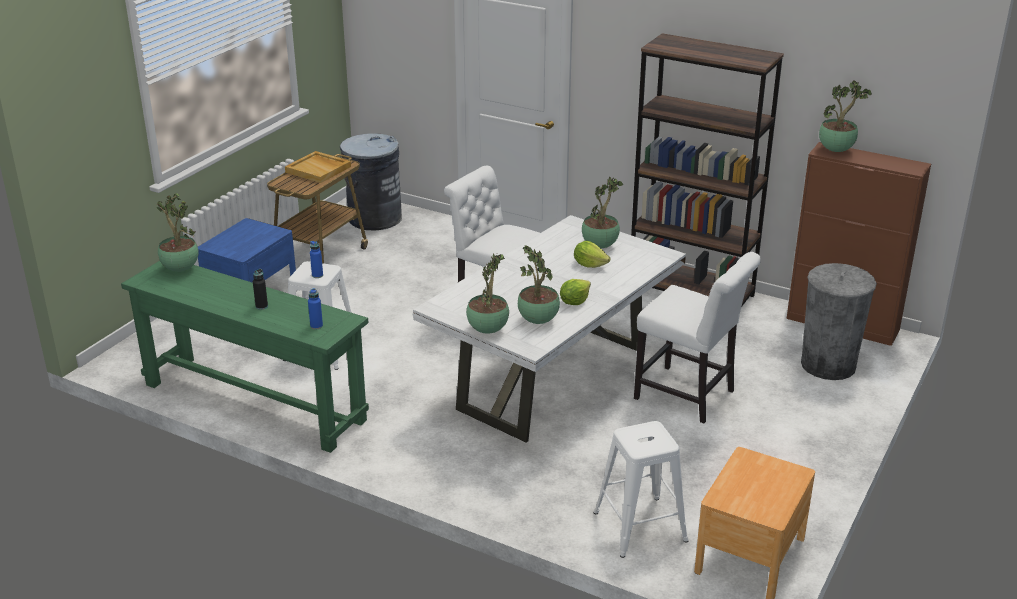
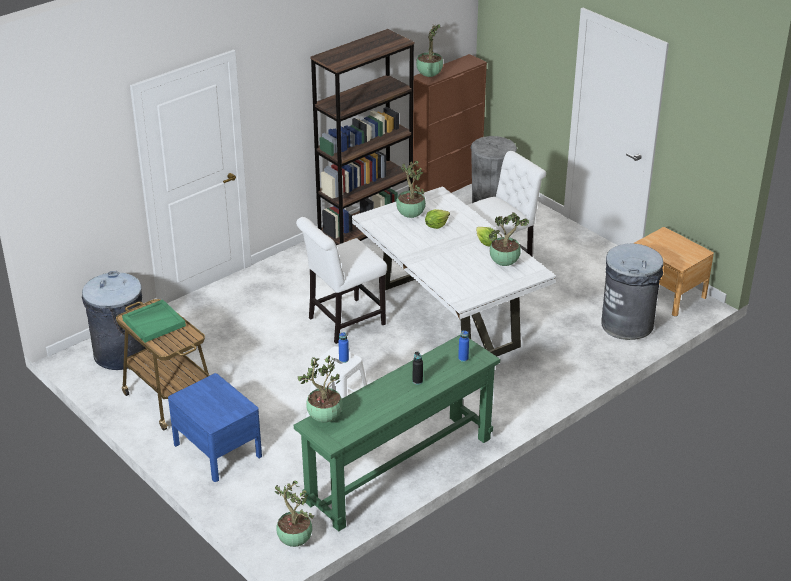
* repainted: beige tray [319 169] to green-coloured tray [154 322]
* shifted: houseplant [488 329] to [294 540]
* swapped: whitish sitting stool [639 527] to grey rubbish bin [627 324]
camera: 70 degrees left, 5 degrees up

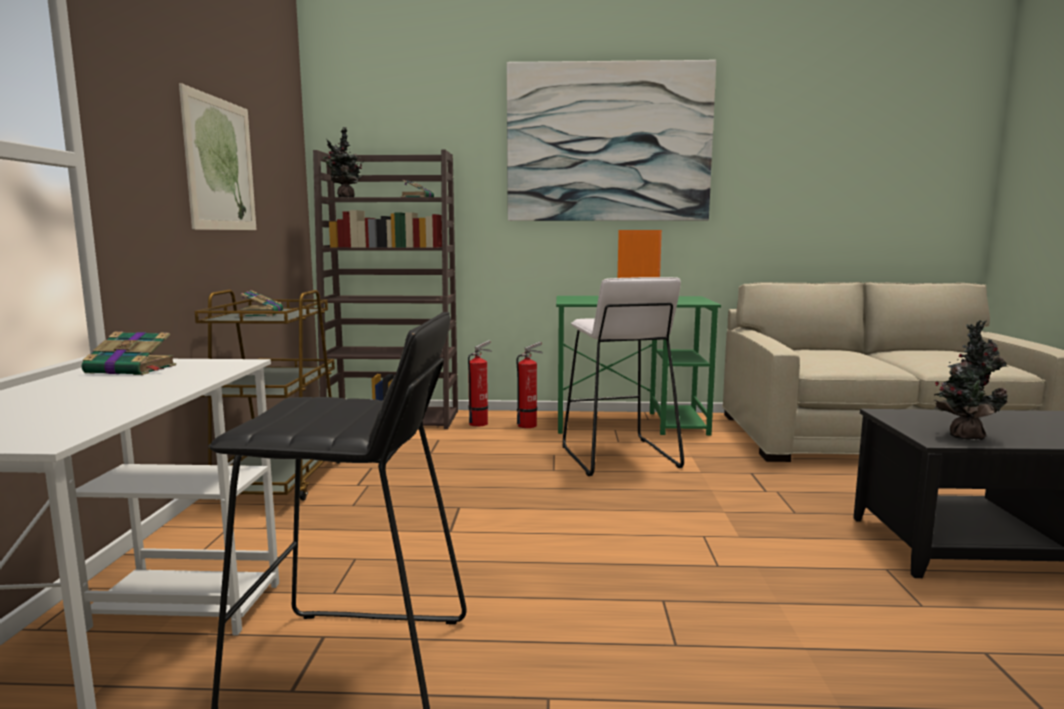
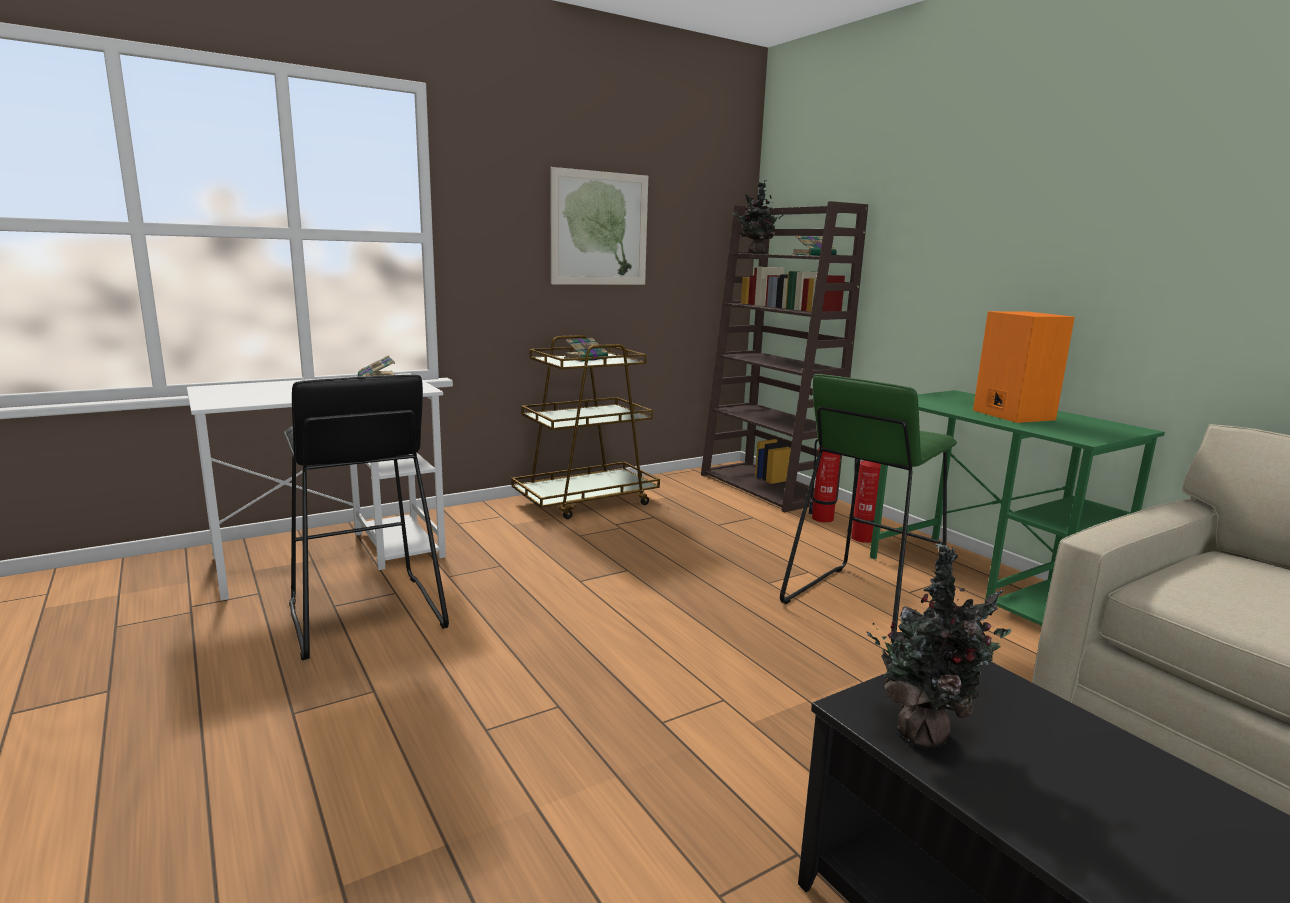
* repainted: whitish sitting stool [618 457] to green-coloured sitting stool [862 603]
* gone: wall art [608 143]
camera: 55 degrees right, 5 degrees up

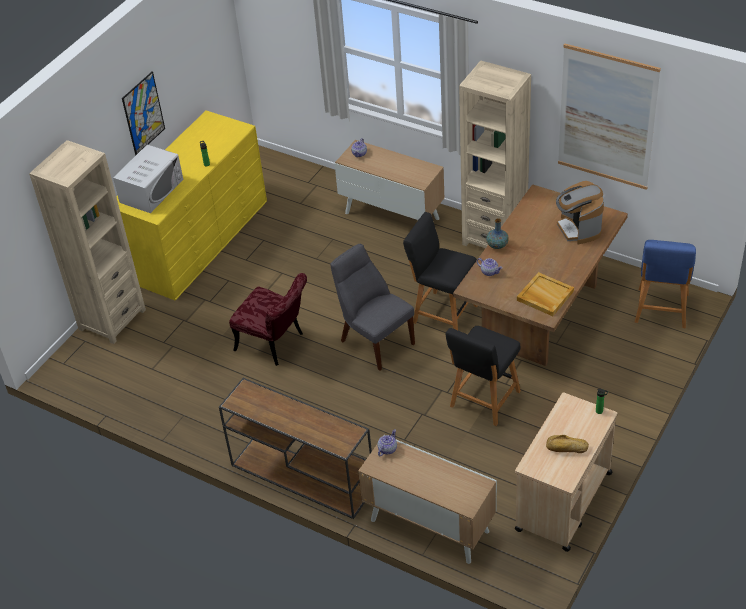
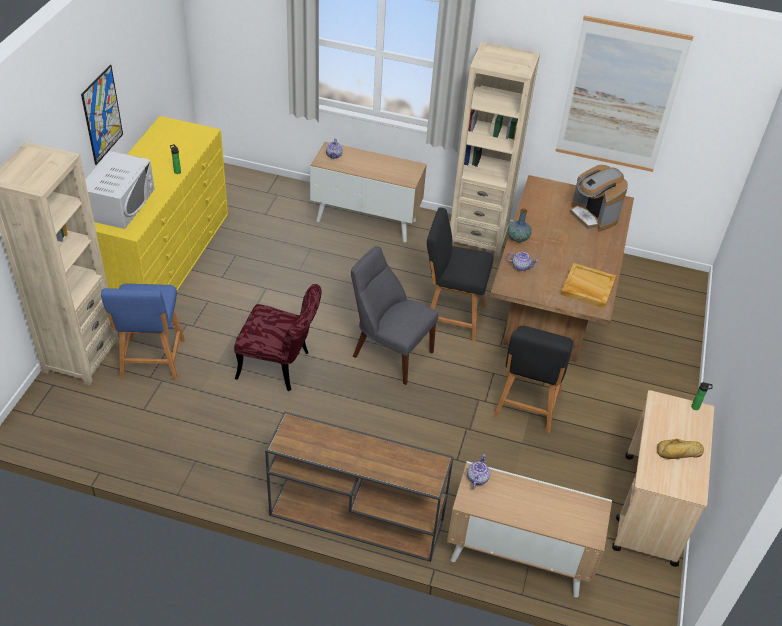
* shifted: blue sitting stool [661 310] to [152 361]
camera: 20 degrees left, 0 degrees up

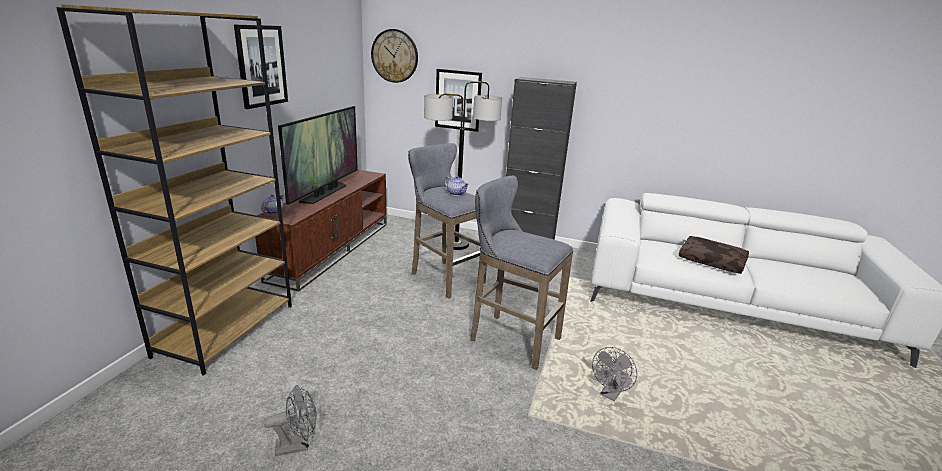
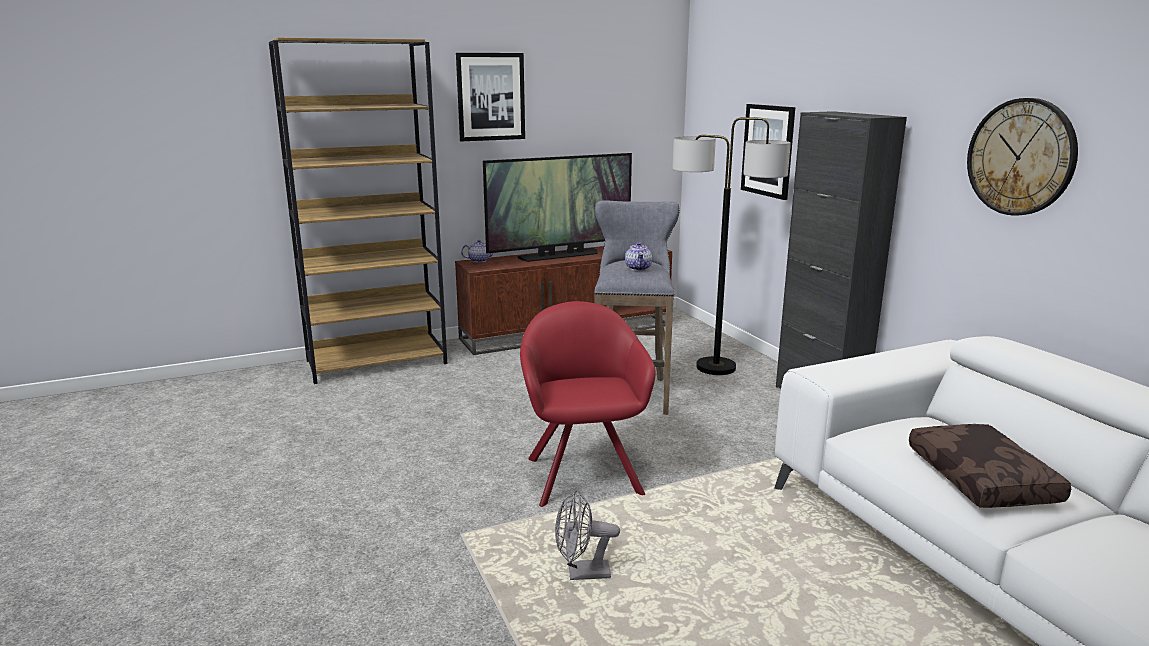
* swapped: grey sitting stool [510 338] to red-coloured lounge chair [583 472]
* shifted: hanging clock [394 56] to [1021 157]
* gone: grey fan [298 445]
camera: 50 degrees right, 5 degrees down

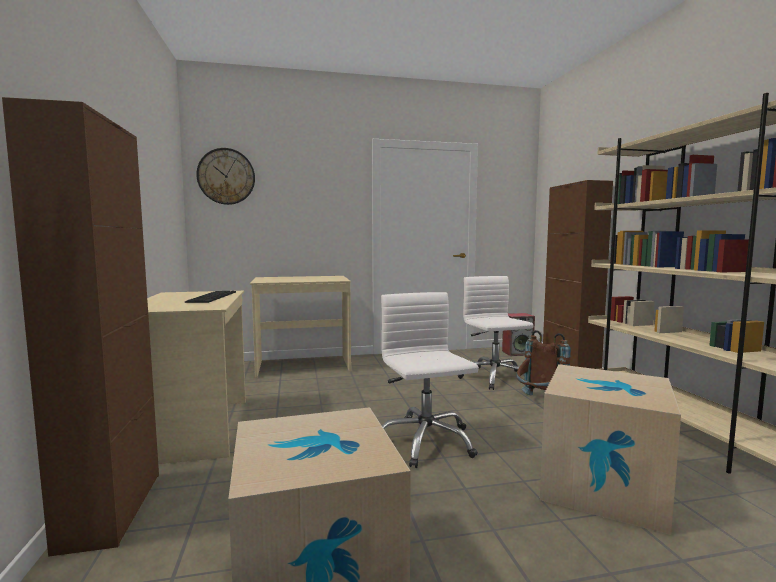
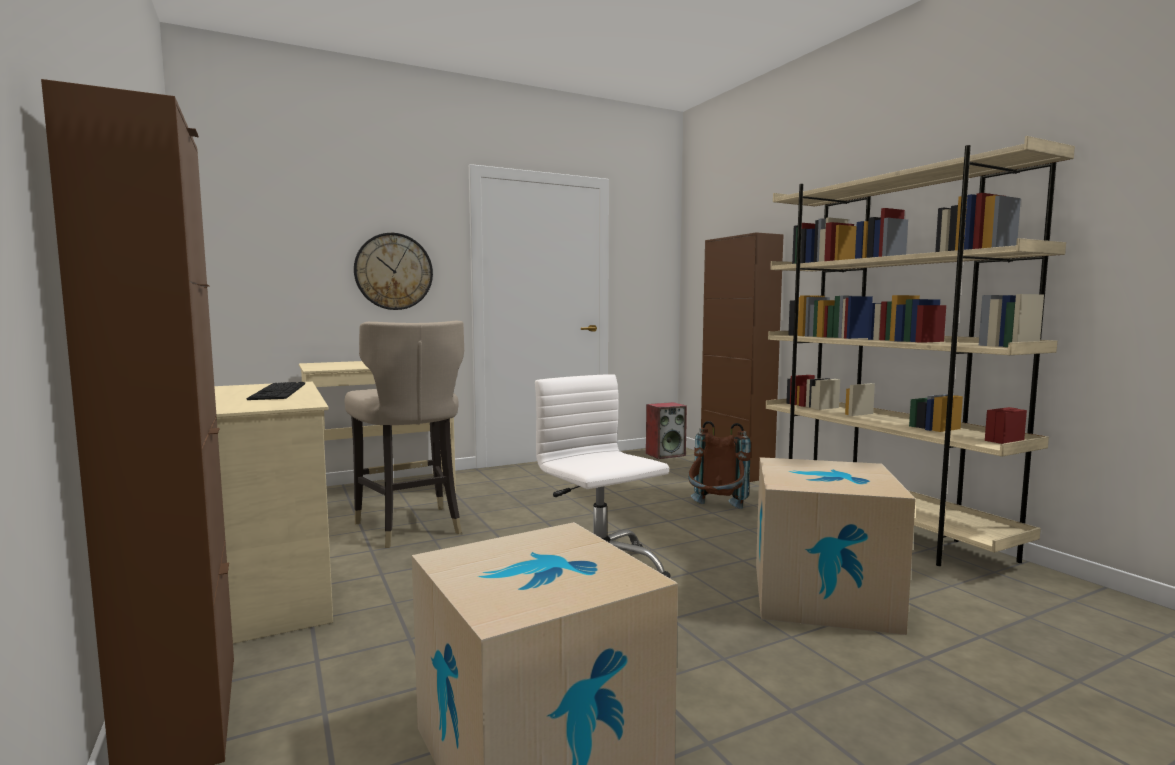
* new: beige sitting stool [410 526]
* shifted: hanging clock [226 176] to [393 271]
* gone: whitish desk chair [494 378]
camera: 15 degrees left, 0 degrees up

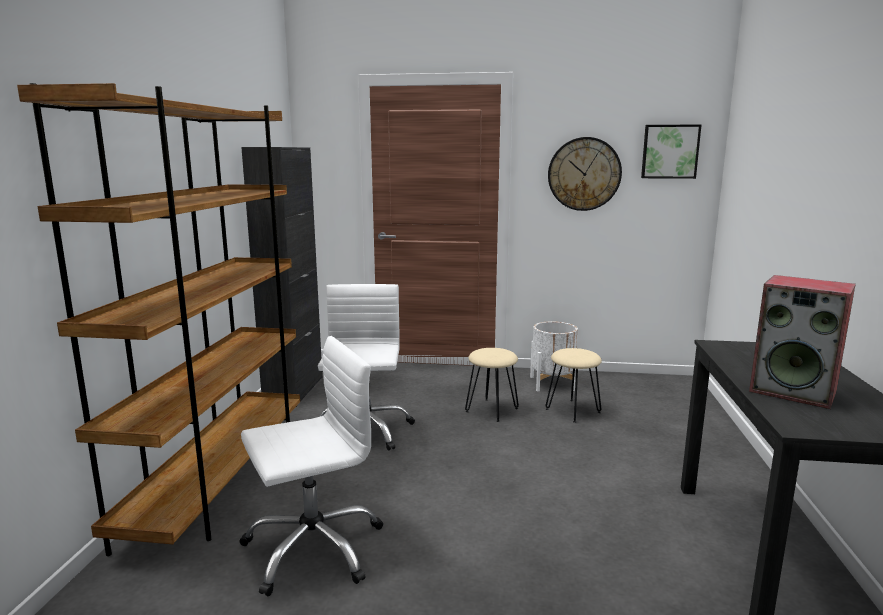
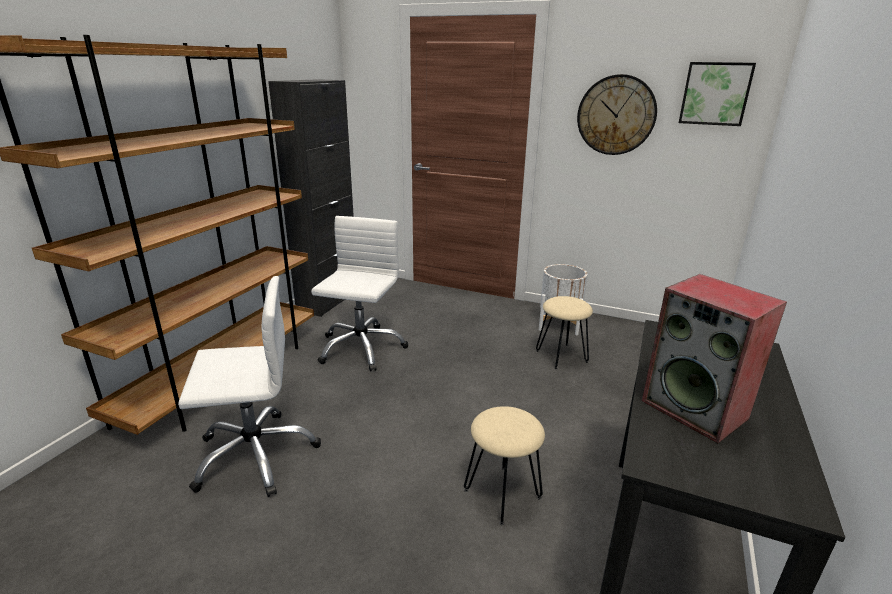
* shifted: beige sitting stool [491 410] to [501 493]
camera: 15 degrees right, 10 degrees up

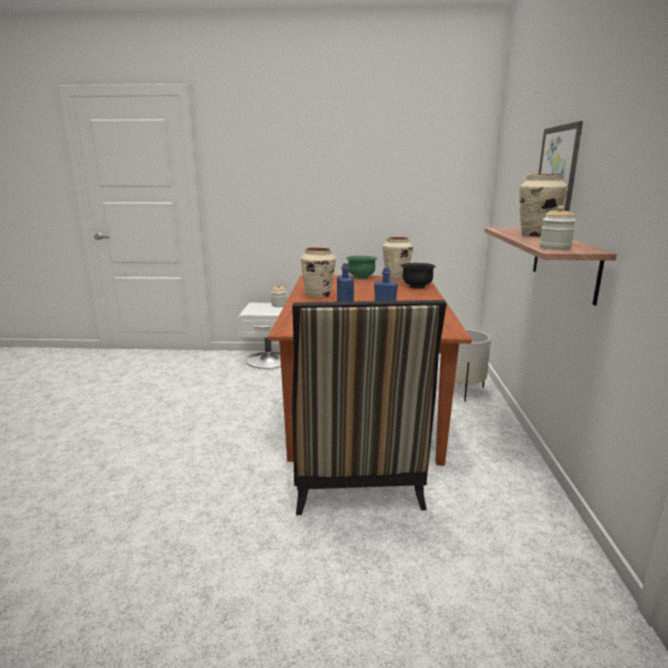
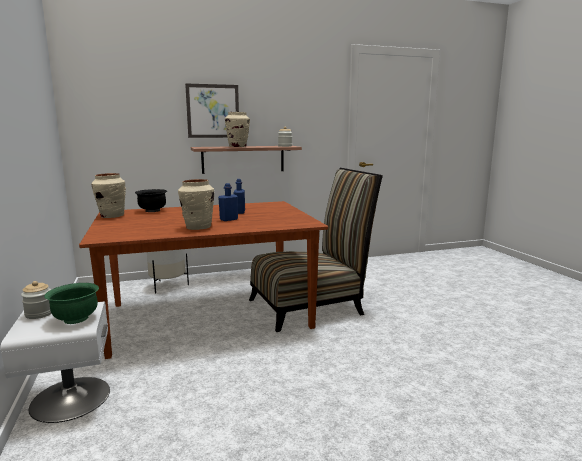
* shifted: green-coloured serving bowl [361 277] to [75 319]
camera: 110 degrees left, 5 degrees down

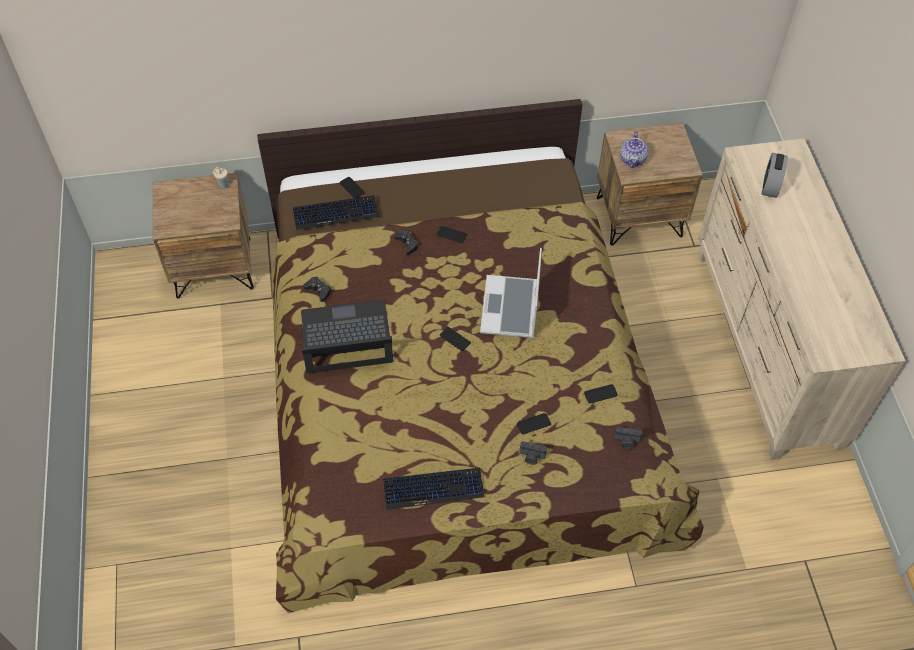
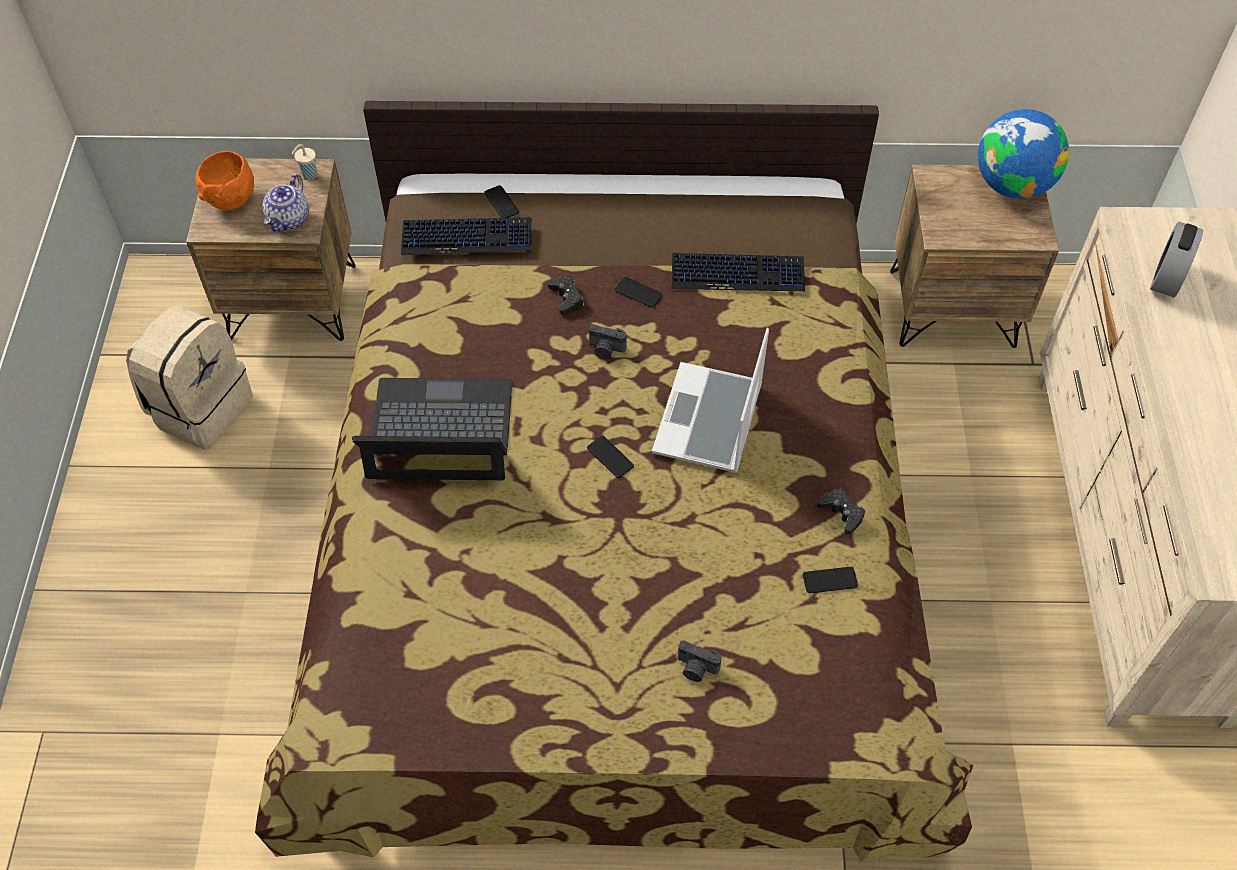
* new: beige knapsack [200 408]
* new: orange serving bowl [231 198]
* shifted: pot for tea [633 160] to [289 220]
* shifted: still camera [626 442] to [605 349]
* shifted: PC keyboard [433 488] to [737 274]
* shifted: black gamepad [318 291] to [841 513]
* new: world globe [1012 185]
* gone: handset [533 424]
camera: 10 degrees right, 0 degrees up

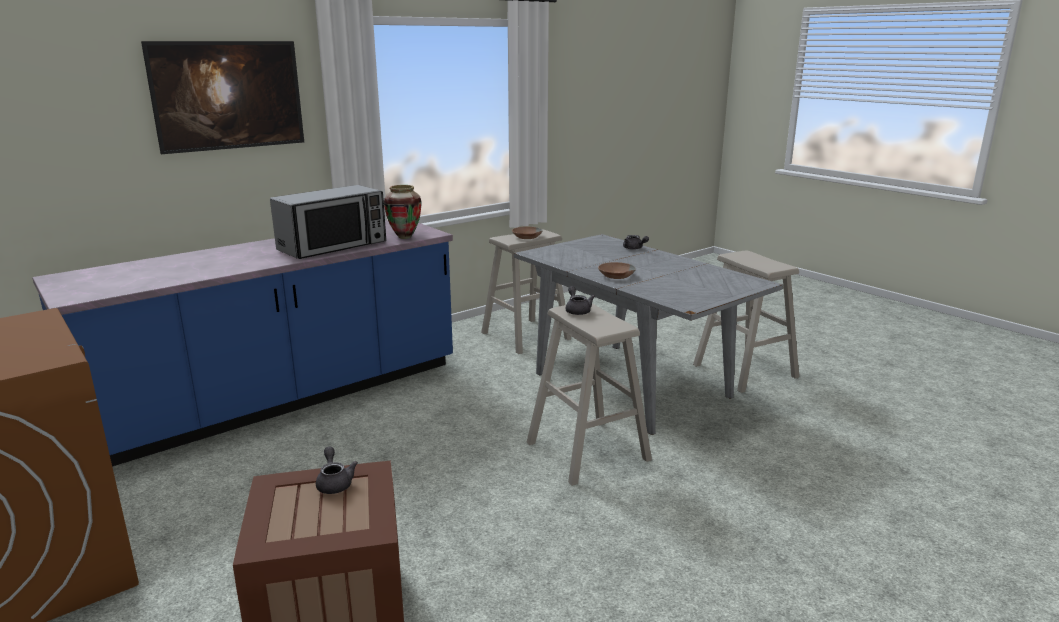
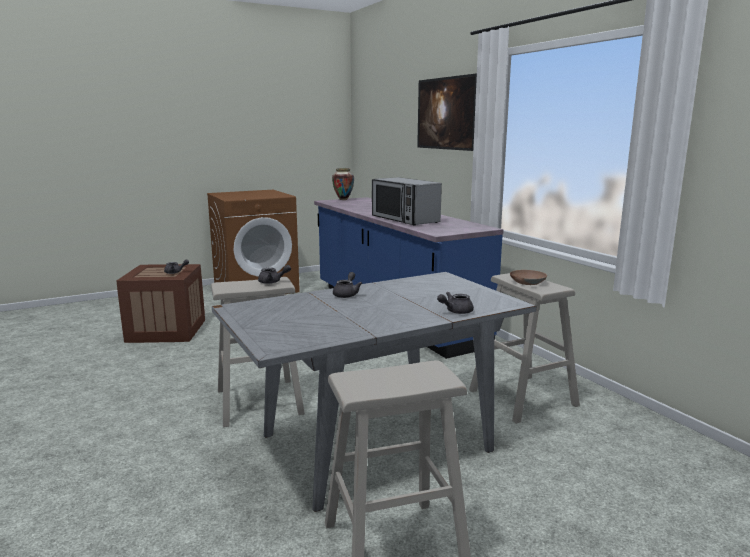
* shifted: decorative vase [405 237] to [343 199]
* swapped: brown-coloured serving bowl [615 276] to grey pot for tea [347 294]
camera: 100 degrees right, 5 degrees down

